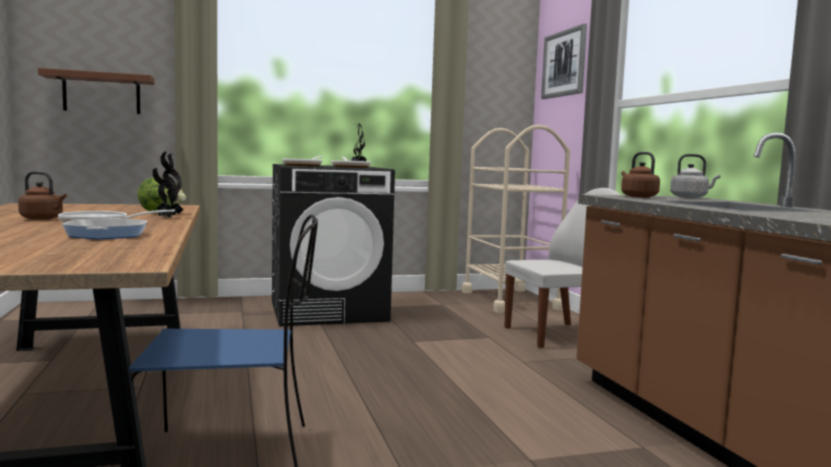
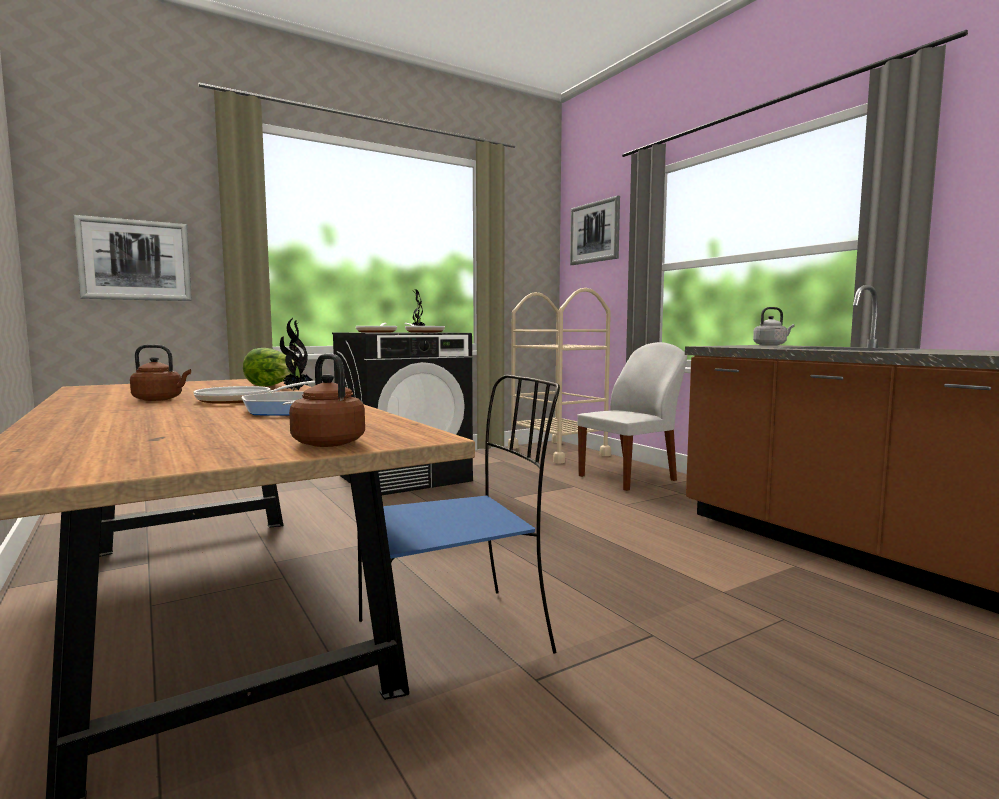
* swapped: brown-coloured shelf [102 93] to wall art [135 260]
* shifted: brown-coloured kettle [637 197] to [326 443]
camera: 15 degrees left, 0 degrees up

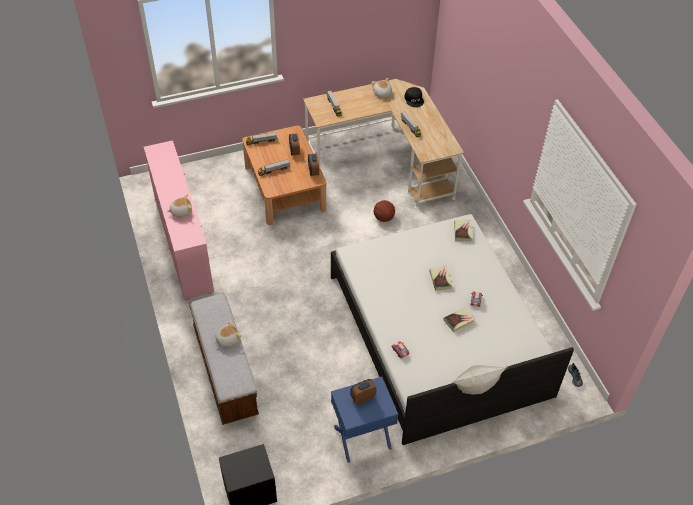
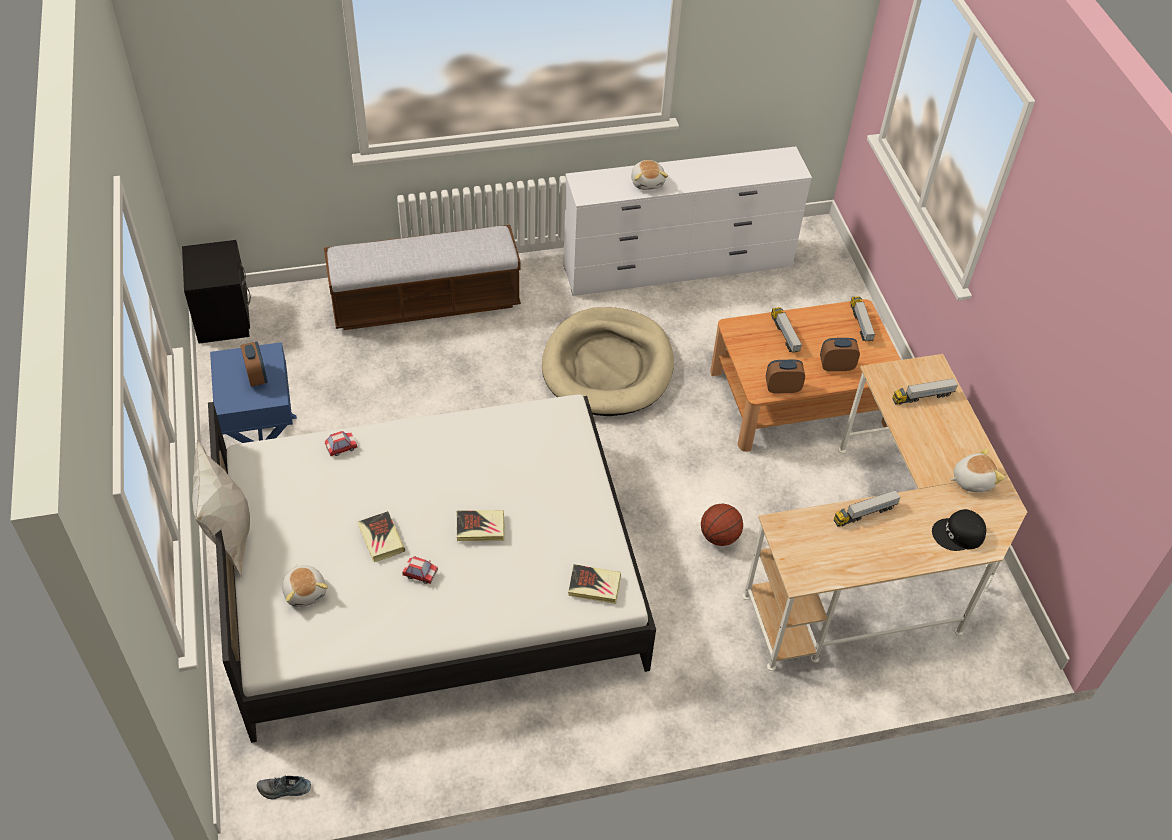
* shifted: plush toy [227 339] to [305 591]
* new: beige dog bed [607 366]
* repainted: pink chest of drawers [183 242] to whitish chest of drawers [678 267]
camera: 95 degrees right, 0 degrees up

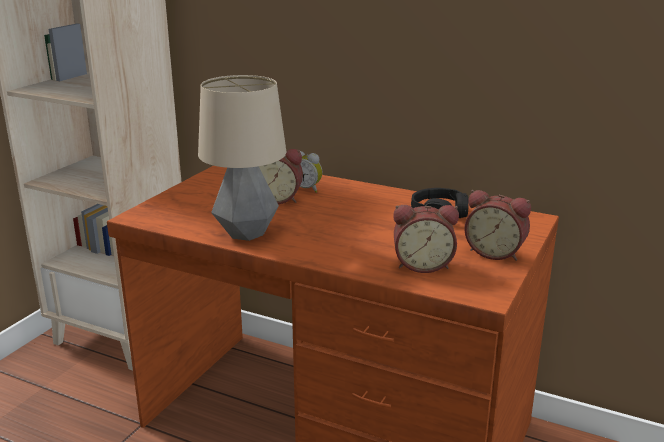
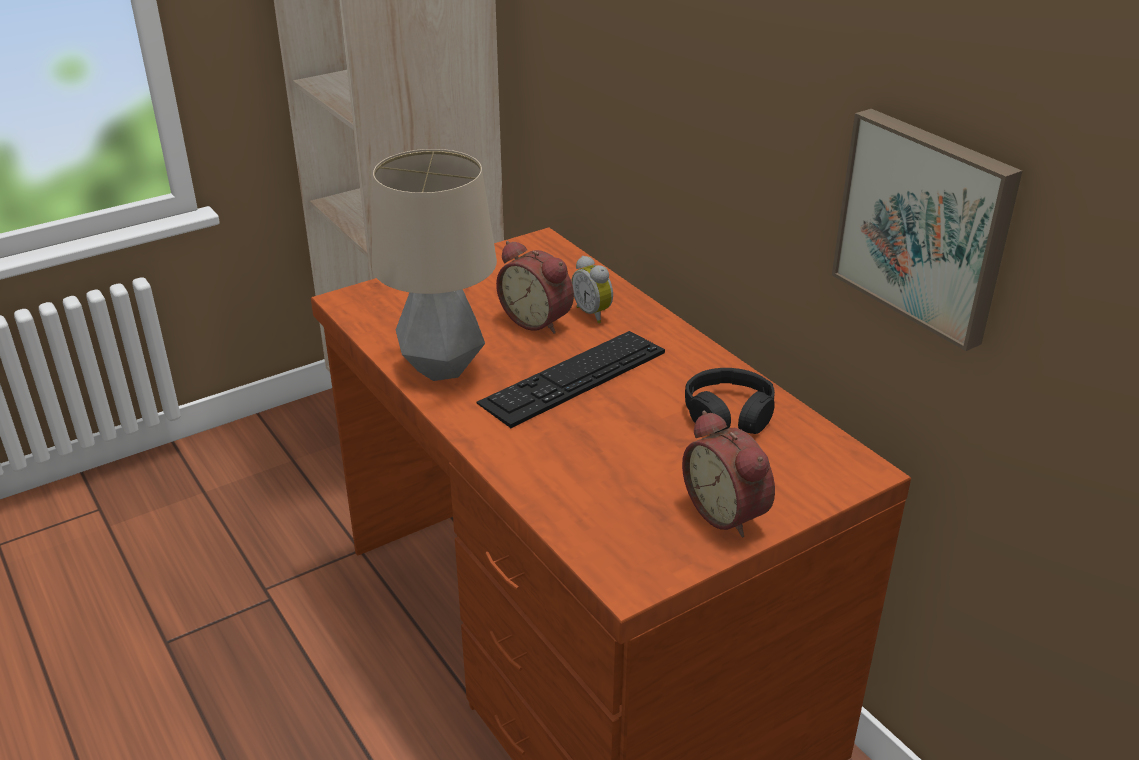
* new: PC keyboard [573 377]
* new: wall art [925 225]
* gone: alarm clock [422 265]
camera: 30 degrees right, 10 degrees up

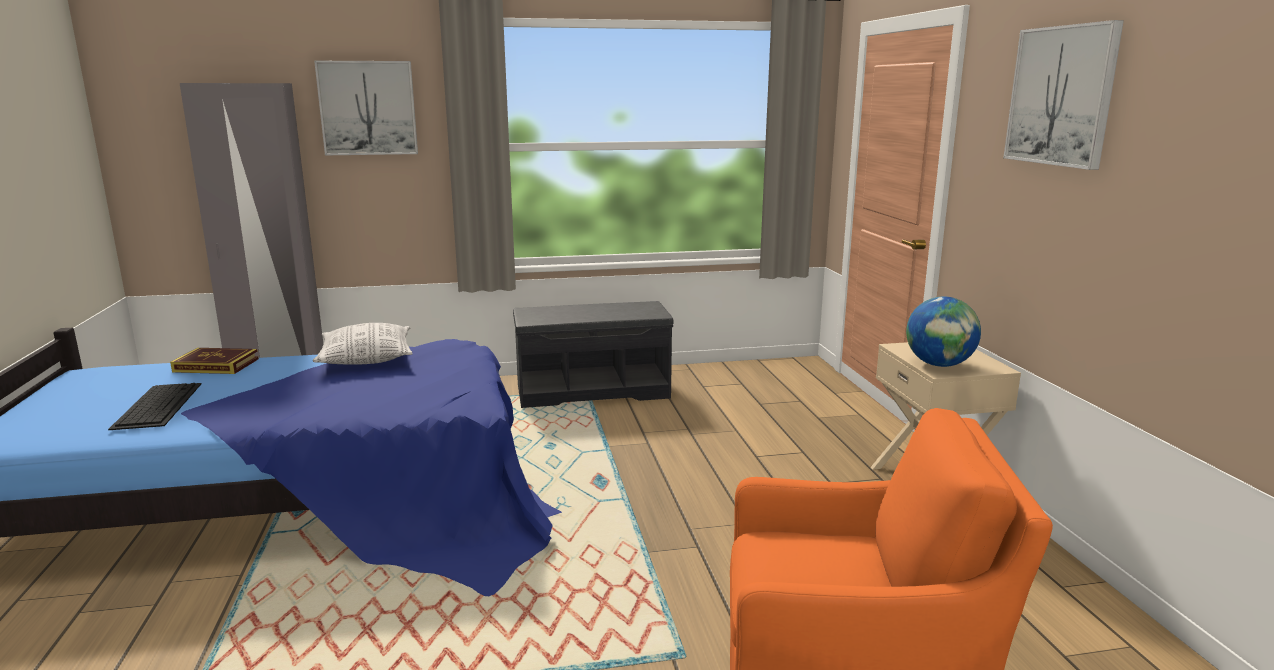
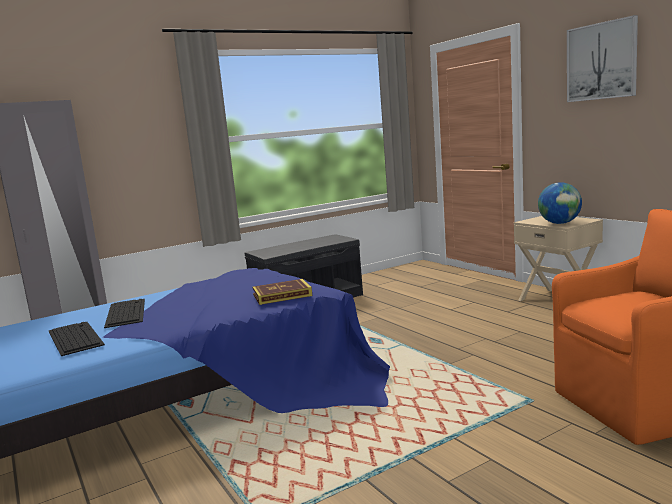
* new: PC keyboard [125 312]
* shifted: bound book [216 365] to [282 295]
* gone: cushion [366 359]
* gone: wall art [368 108]
camera: 20 degrees left, 5 degrees down

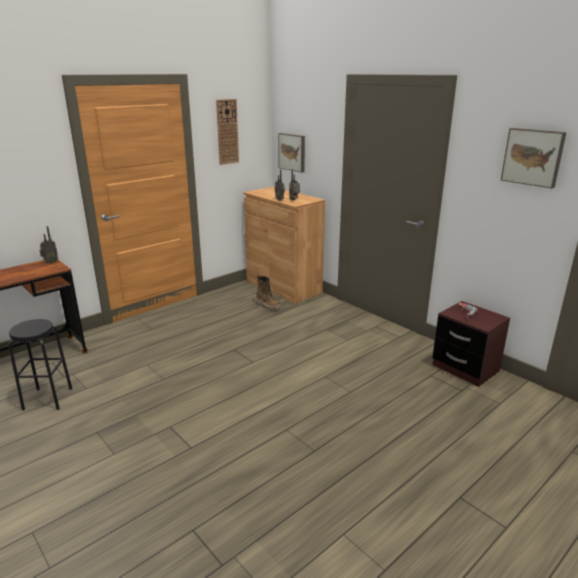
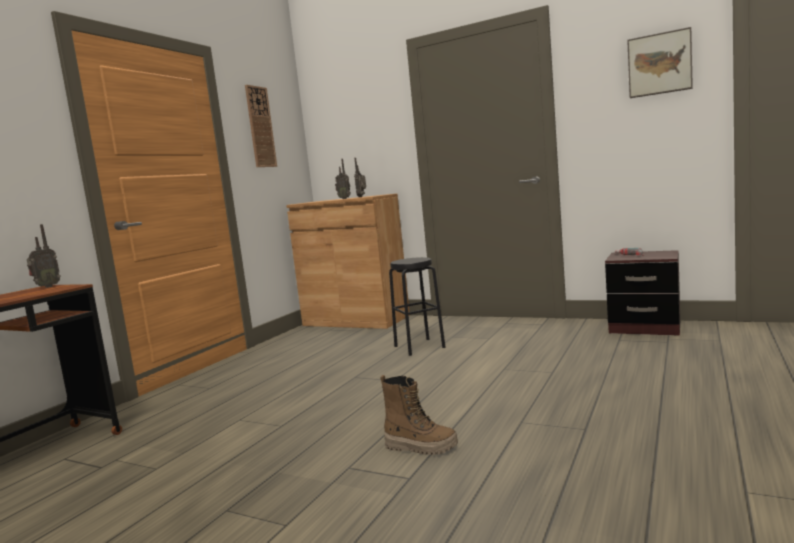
* shifted: tall boot [268 306] to [421 447]
* shifted: black sitting stool [47 399] to [419 347]
* gone: wall art [292 152]
camera: 20 degrees left, 15 degrees down

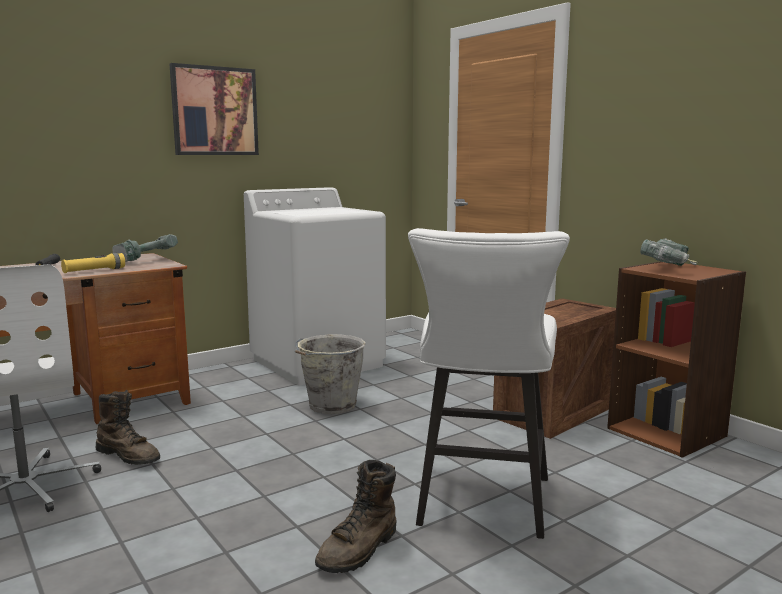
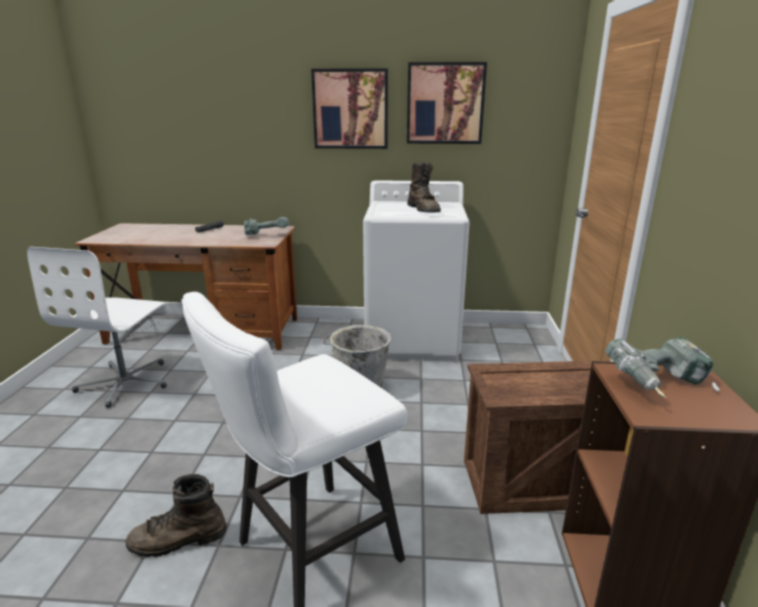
* new: wall art [445 103]
* shifted: brown-coloured tall boot [129 456] to [424 210]
* gone: yellow-coloured torch [94 271]
camera: 40 degrees right, 10 degrees up

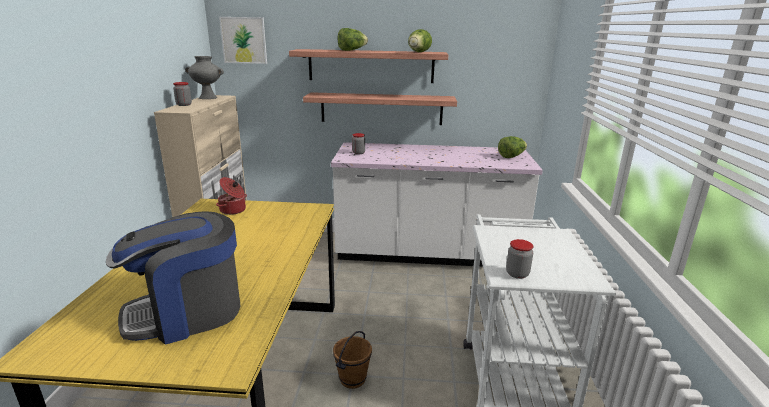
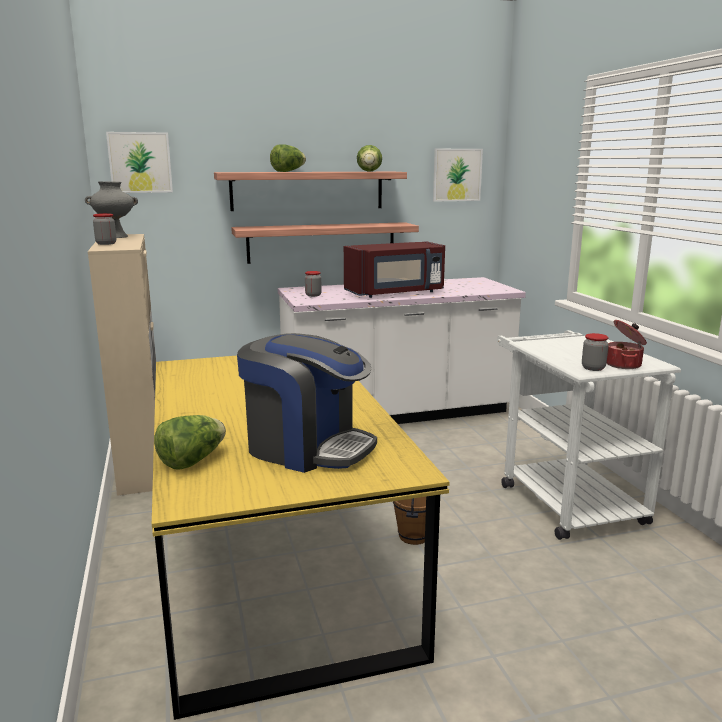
* shifted: lettuce [511 156] to [192 461]
* rotated: coffee maker [187 313] = [307 447] 105 degrees counterclockwise
* new: red-coloured microwave [396 293]
* new: wall art [457 175]
* shifted: cooking pot [233 210] to [624 365]
camera: 20 degrees left, 5 degrees down

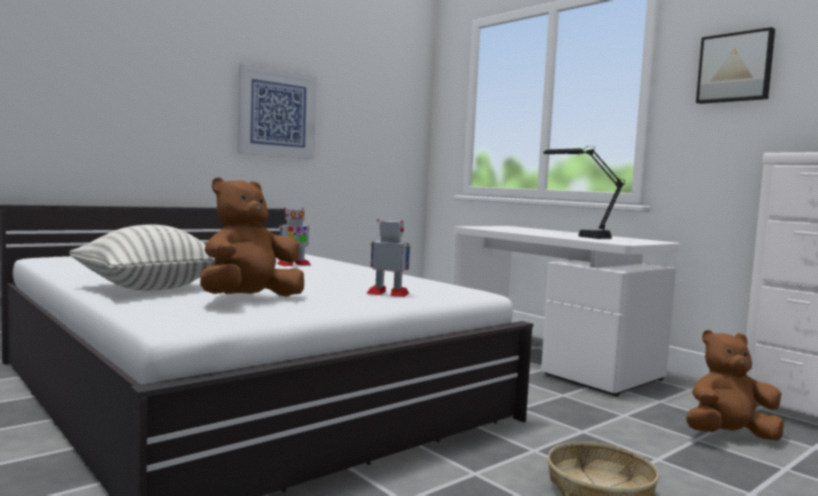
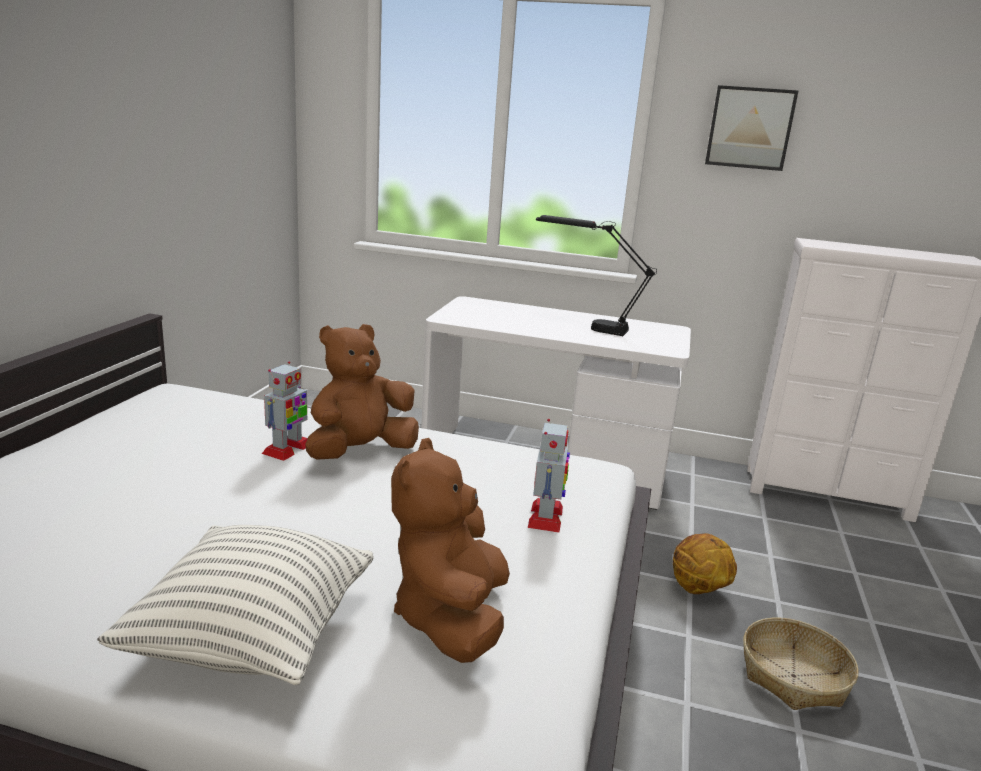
* shifted: brown-coloured plush toy [729 436] to [360 452]
* rotated: model robot [388 293] = [546 517] 120 degrees clockwise
* new: basketball ball [697 589]
* gone: wall art [277 114]
camera: 35 degrees left, 15 degrees up

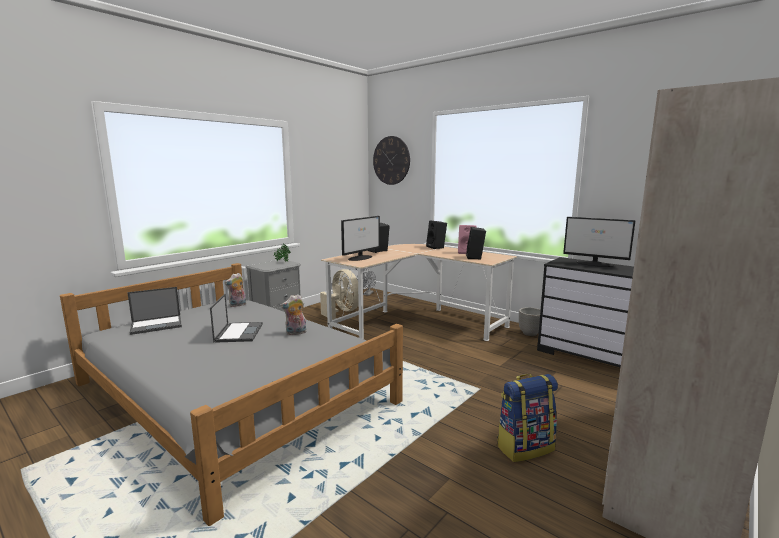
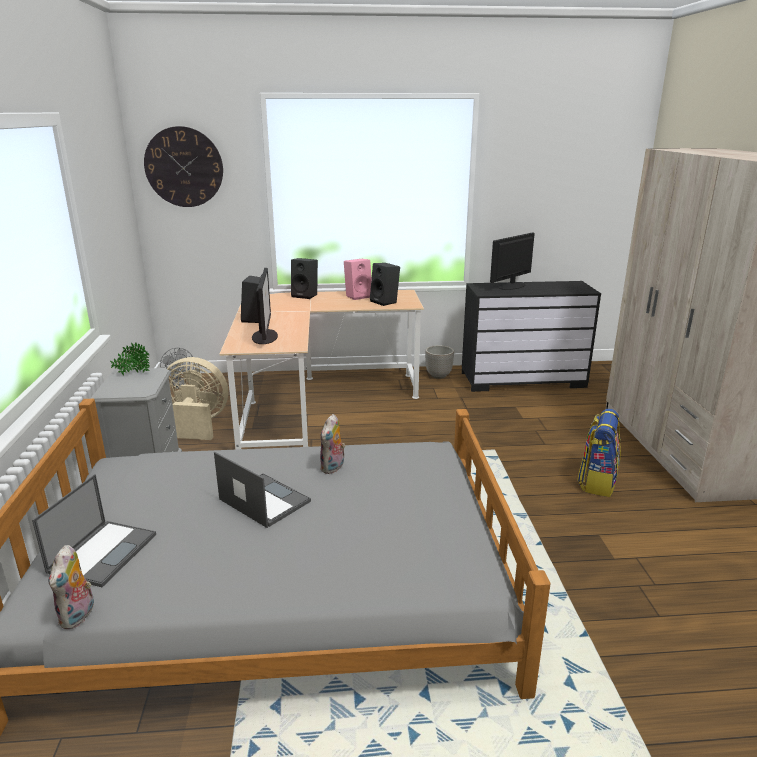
* shifted: plush toy [237 305] to [79 616]
* rotated: computer display [595 264] = [511 286] 150 degrees clockwise
camera: 45 degrees left, 10 degrees up

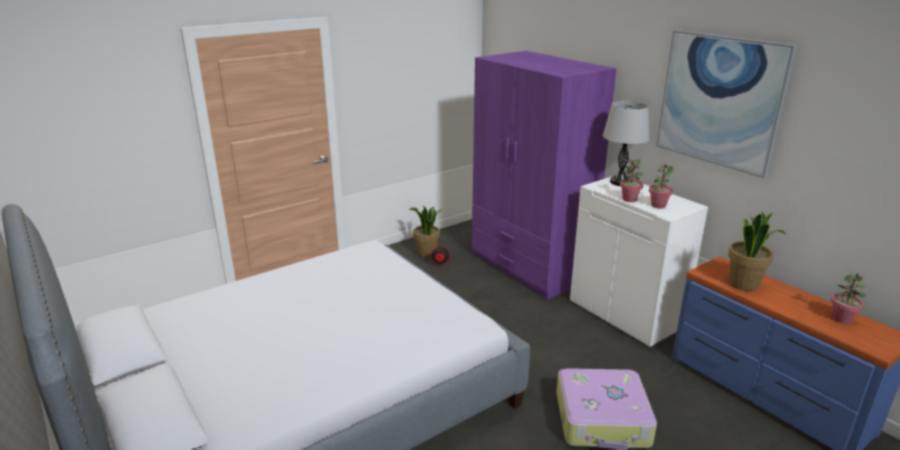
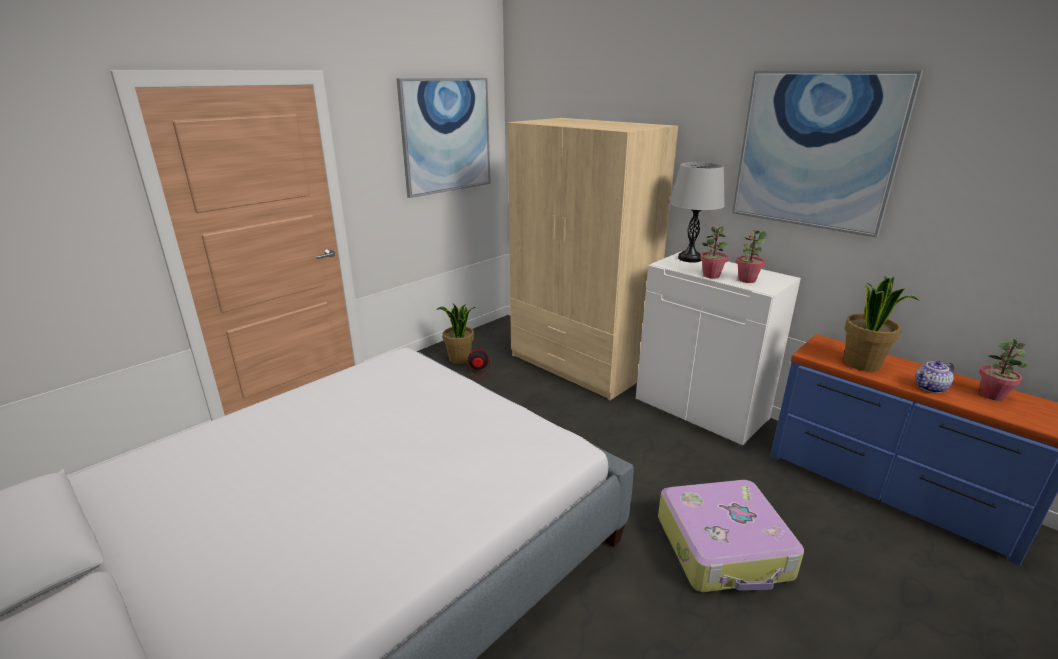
* new: wall art [446 136]
* repainted: purple-coloured clothes cupboard [529 267] to beige clothes cupboard [579 365]
* new: pot for tea [930 388]
camera: 10 degrees left, 0 degrees up

